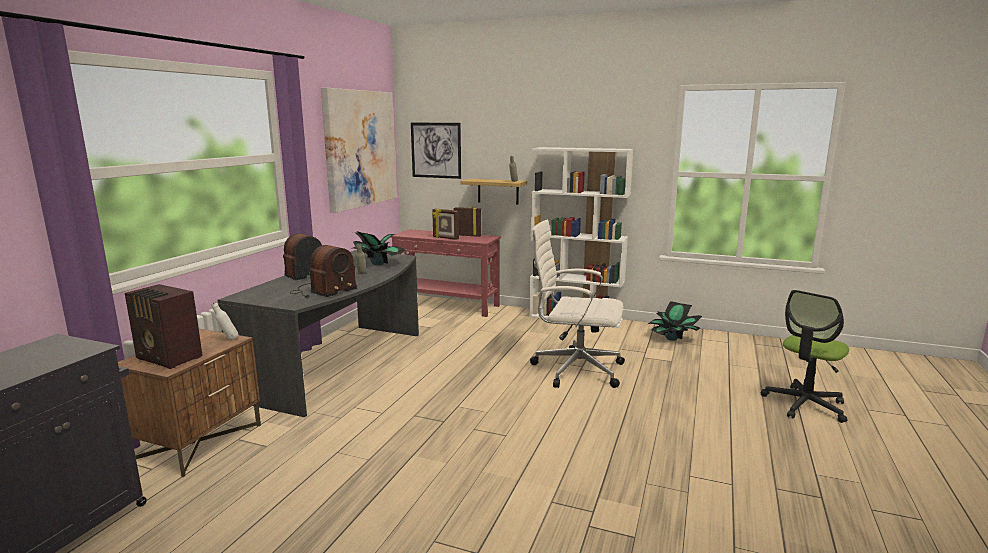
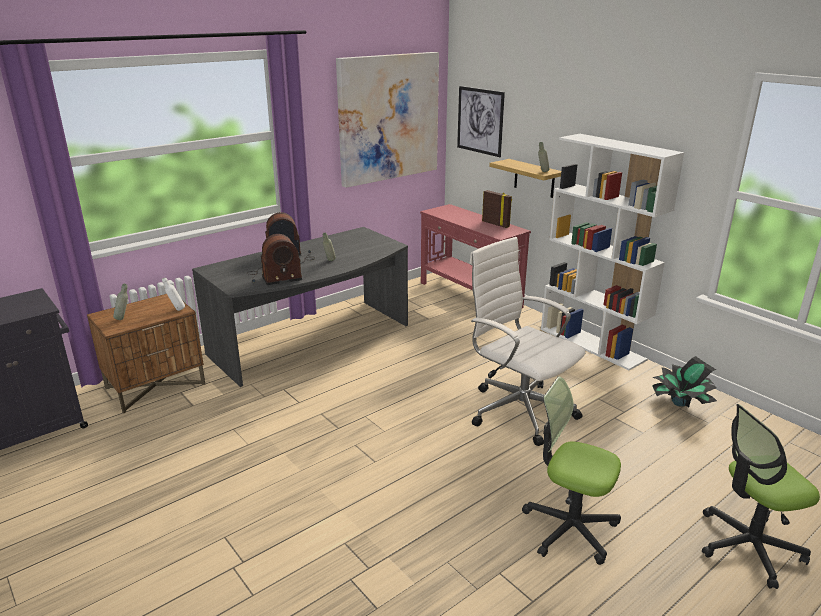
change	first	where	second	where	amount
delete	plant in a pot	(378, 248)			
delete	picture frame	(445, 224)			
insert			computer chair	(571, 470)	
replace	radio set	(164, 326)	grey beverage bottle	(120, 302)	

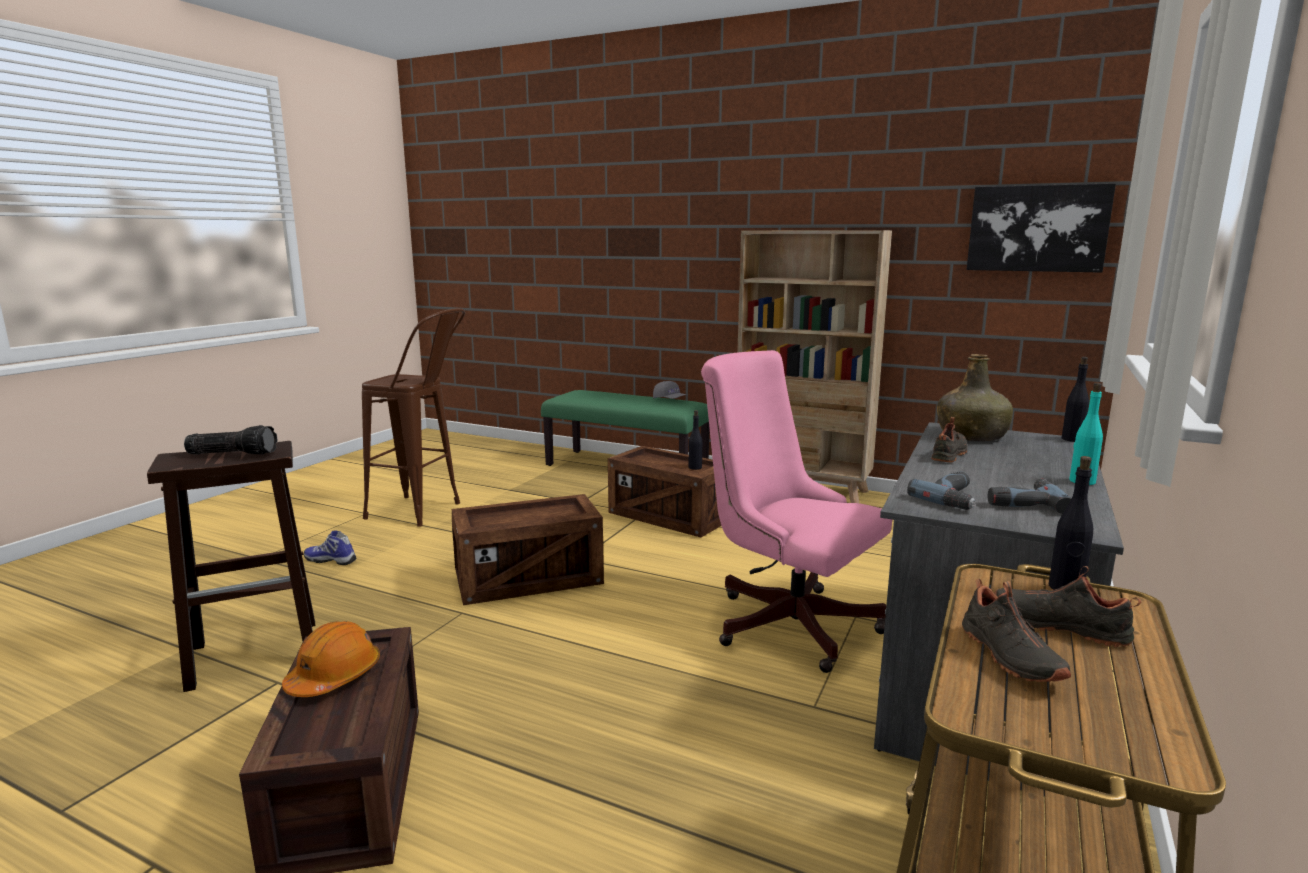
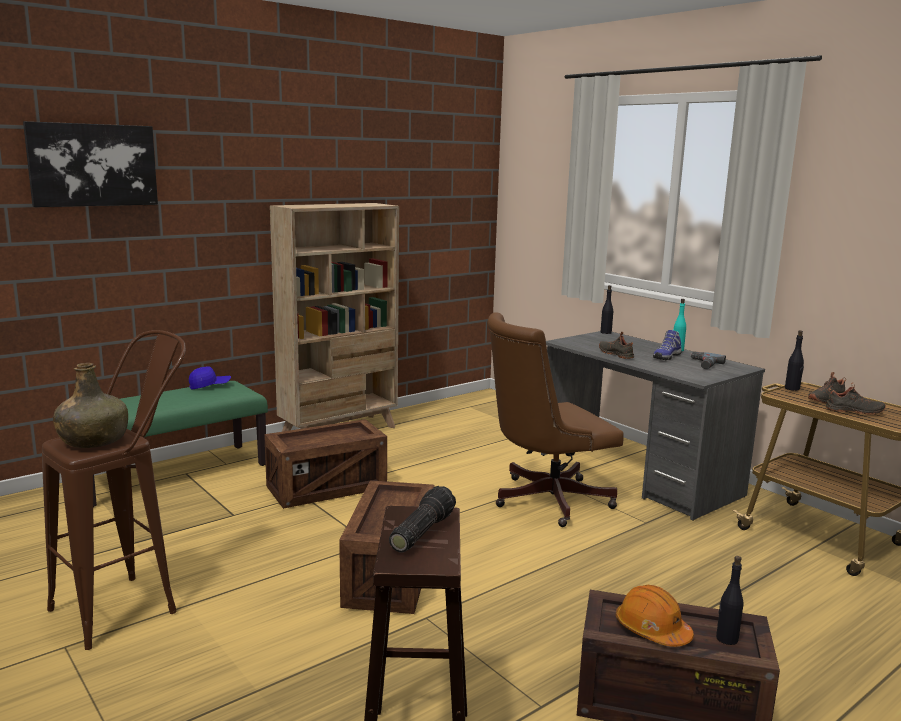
change	first	where	second	where	amount
delete	electric drill	(941, 490)			
move	low shoe	(330, 547)		(667, 345)	
move	black beverage bottle	(695, 440)		(729, 600)	
move	greenish beverage bottle	(975, 397)		(90, 405)	
move	wall art	(1041, 228)		(90, 164)	
recolor	grey peaked cap	(670, 390)	bluish peaked cap	(210, 377)	
recolor	pink-coloured computer chair	(796, 511)	brown computer chair	(555, 419)	

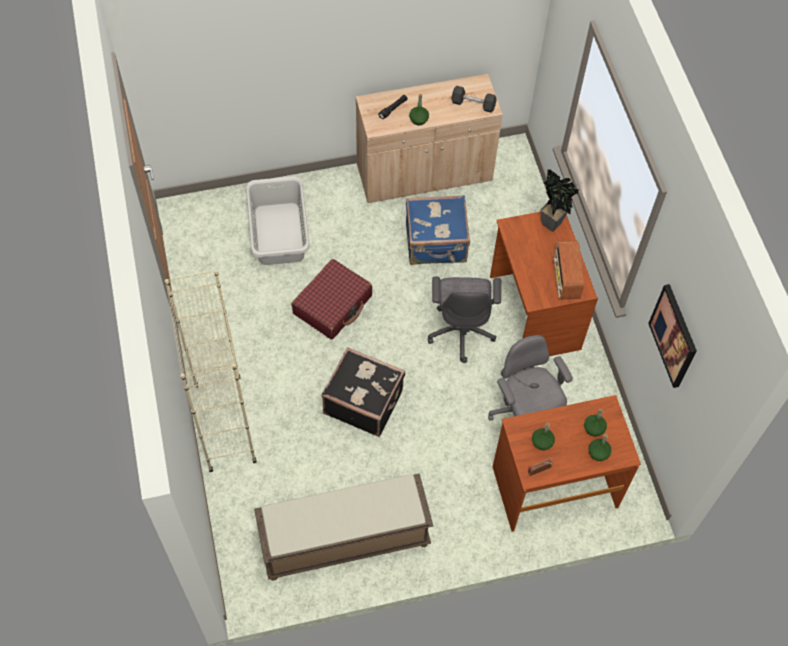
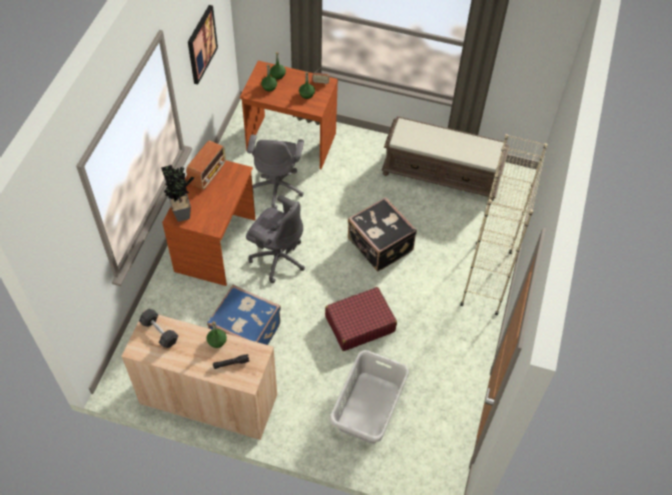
change	first	where	second	where	amount
rotate	grey computer chair	(464, 319)		(275, 239)	90 degrees clockwise

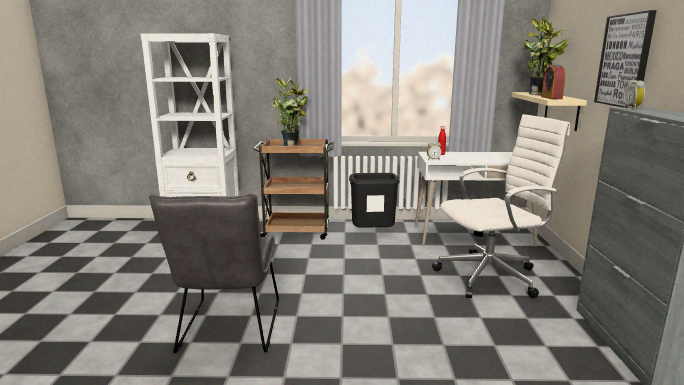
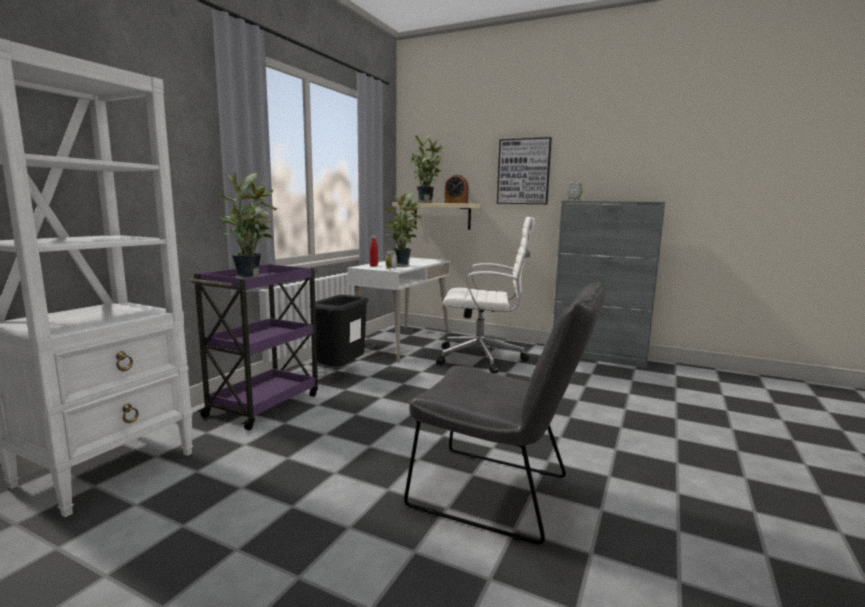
change	first	where	second	where	amount
insert			plant in a pot	(402, 230)	
recolor	brown wheeled cart	(293, 189)	purple wheeled cart	(253, 347)	
rotate	whitish computer chair	(501, 206)		(485, 295)	90 degrees clockwise

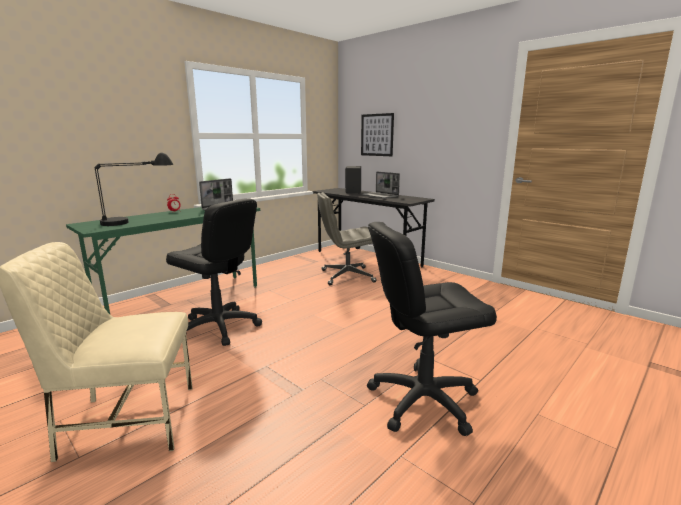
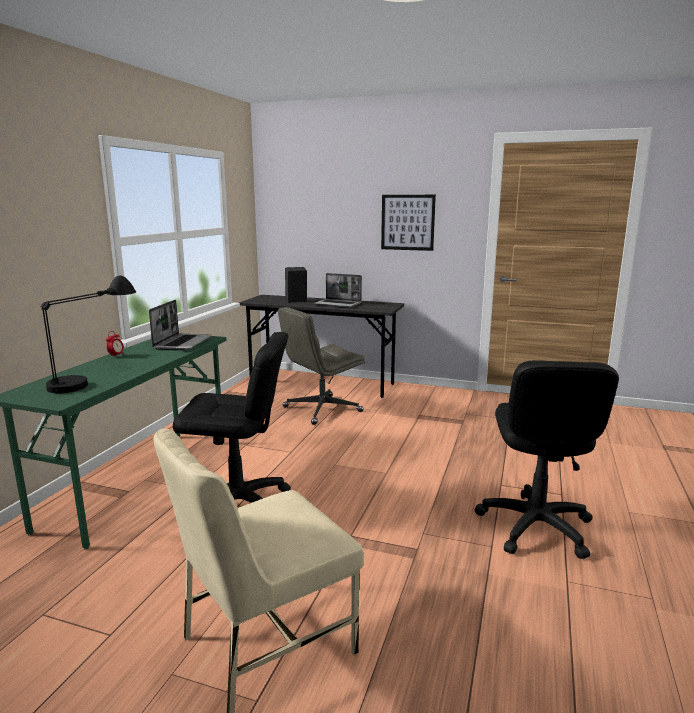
change	first	where	second	where	amount
move	wall art	(377, 134)		(408, 223)	
rotate	black computer chair	(432, 329)		(547, 459)	45 degrees counterclockwise

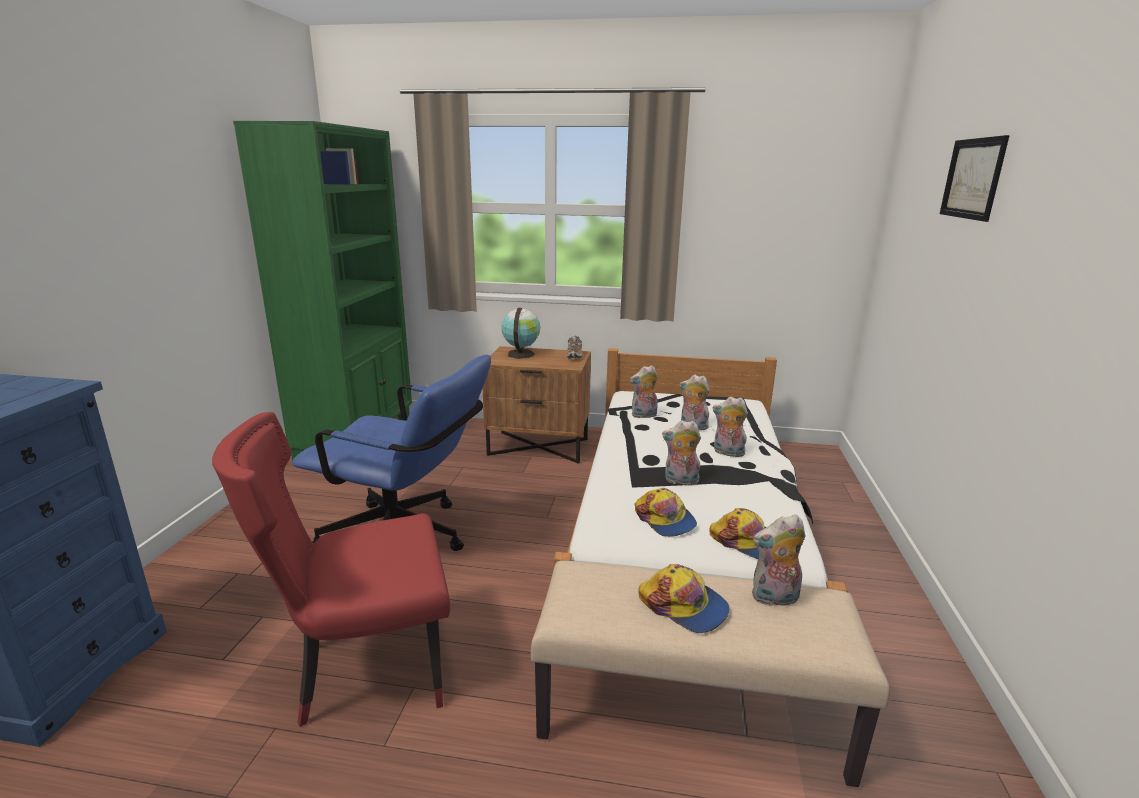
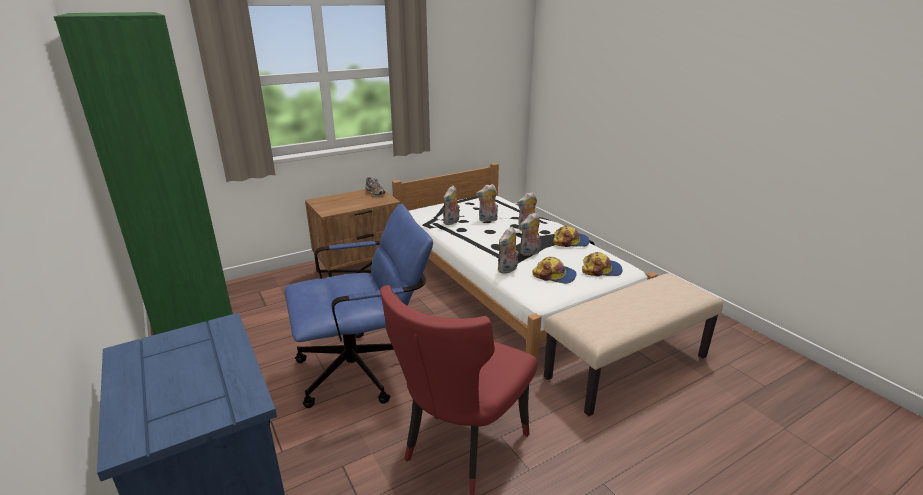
change	first	where	second	where	amount
delete	globe	(520, 333)			
delete	wall art	(975, 178)			
move	peaked cap	(684, 598)		(571, 236)	
move	soft toy	(778, 560)		(508, 250)	

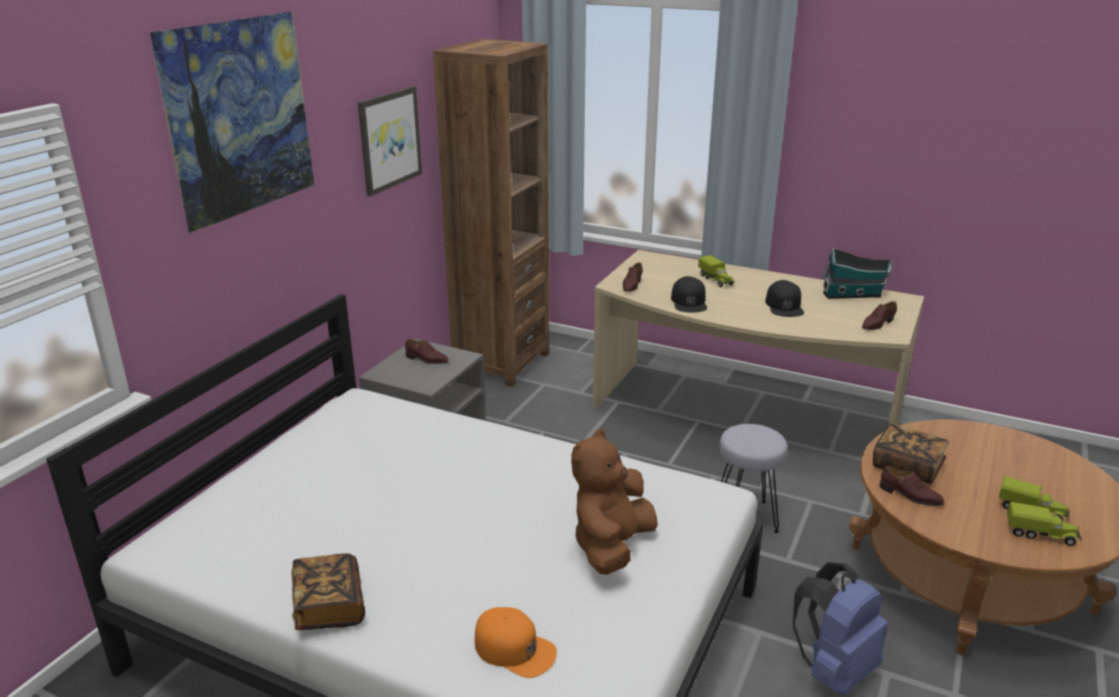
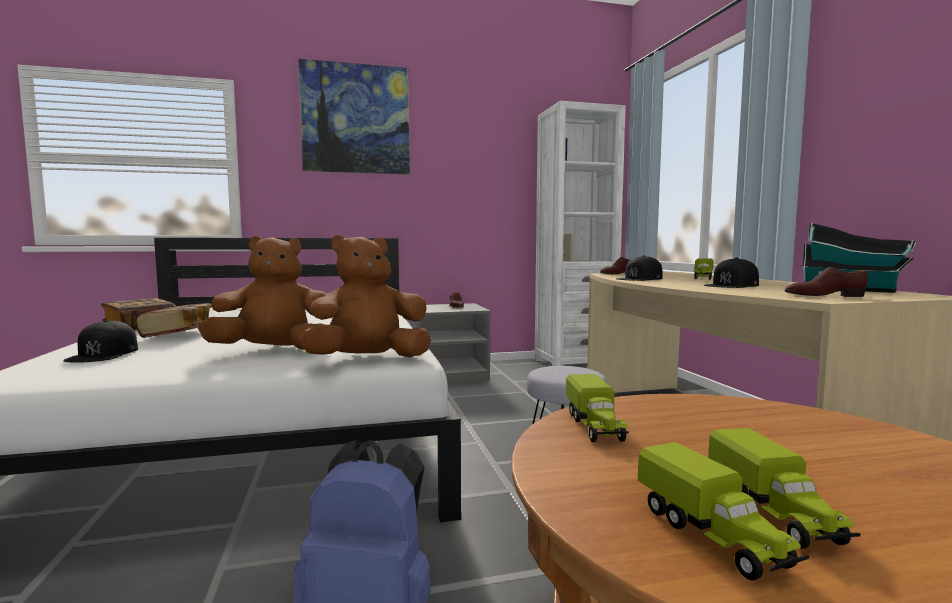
change	first	where	second	where	amount
delete	wall art	(390, 141)			
insert			brown soft toy	(365, 296)	
move	volume	(911, 453)		(174, 320)	
replace	brown low shoe	(912, 486)	model truck	(597, 408)	
recolor	brown bookcase	(491, 213)	whitish bookcase	(580, 233)	
recolor	orange peaked cap	(516, 642)	black peaked cap	(100, 341)	

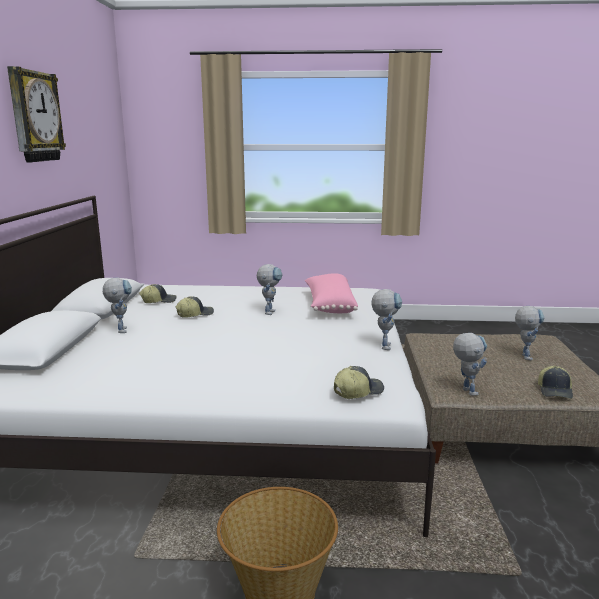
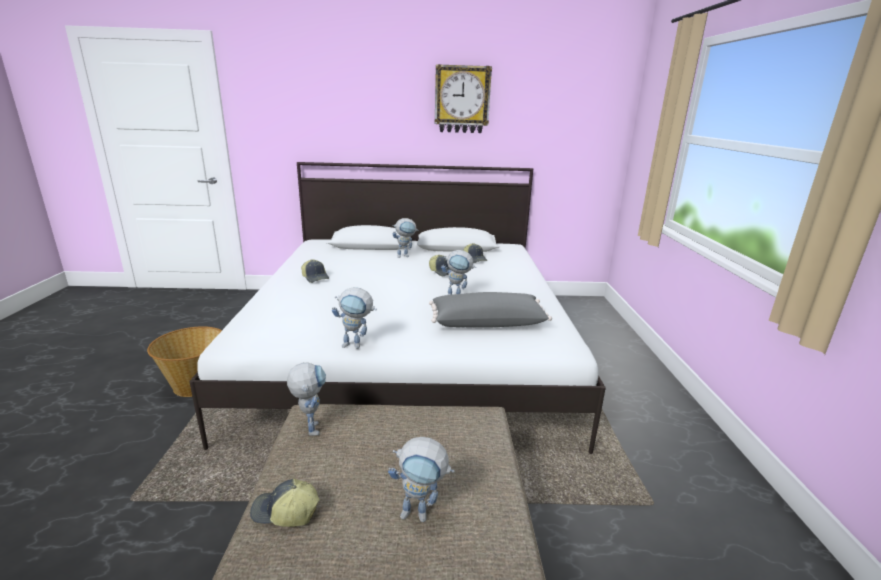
change	first	where	second	where	amount
move	peaked cap	(359, 382)		(315, 271)	
recolor	pink-coloured pillow	(331, 293)	grey pillow	(490, 309)	
rotate	toy robot	(470, 364)		(306, 399)	90 degrees counterclockwise

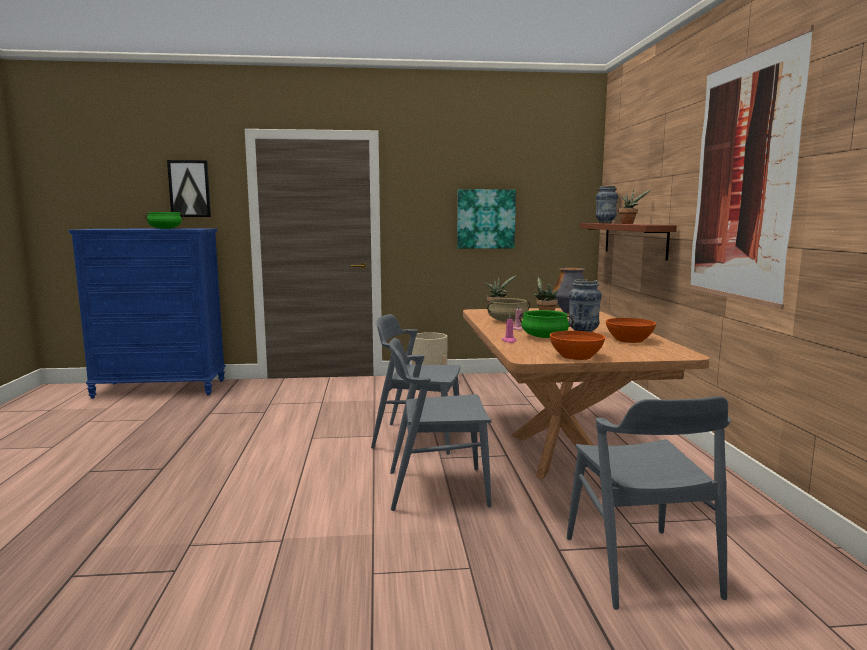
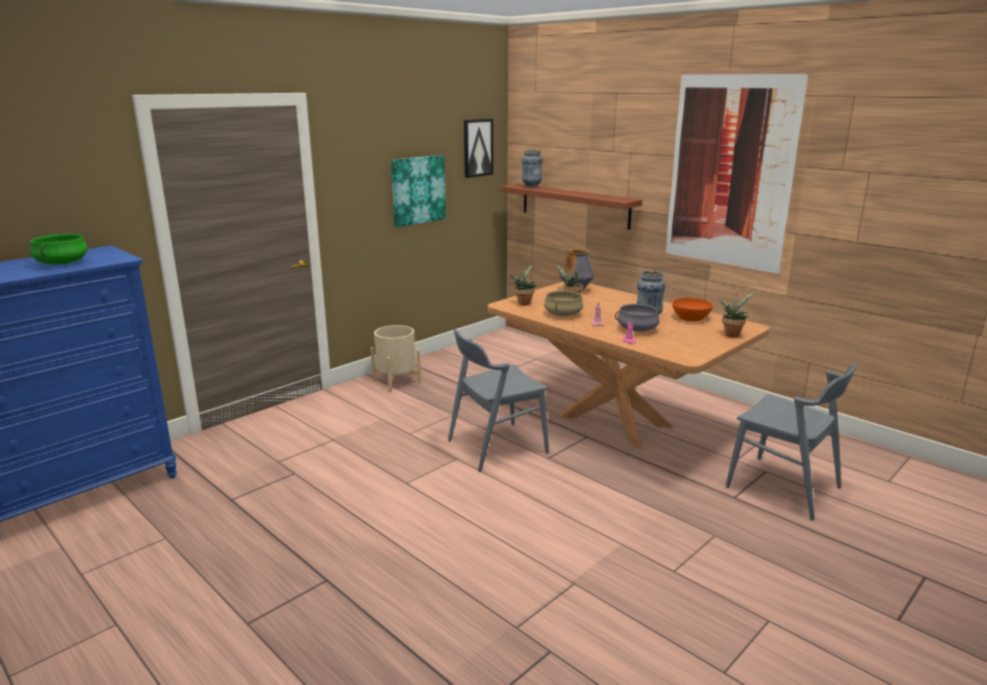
change	first	where	second	where	amount
delete	grey plain chair	(440, 424)			
delete	orange deep dish	(577, 345)			
move	wall art	(189, 188)		(478, 148)	
move	plant in a pot	(635, 206)		(737, 315)	
recolor	greenish cooking pot	(546, 324)	grey cooking pot	(637, 318)	

